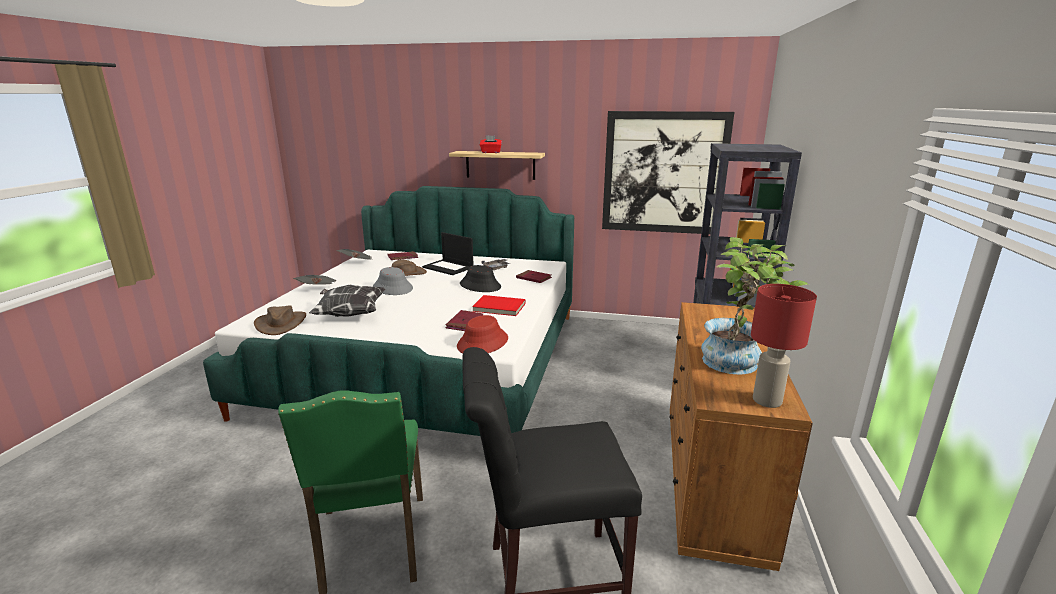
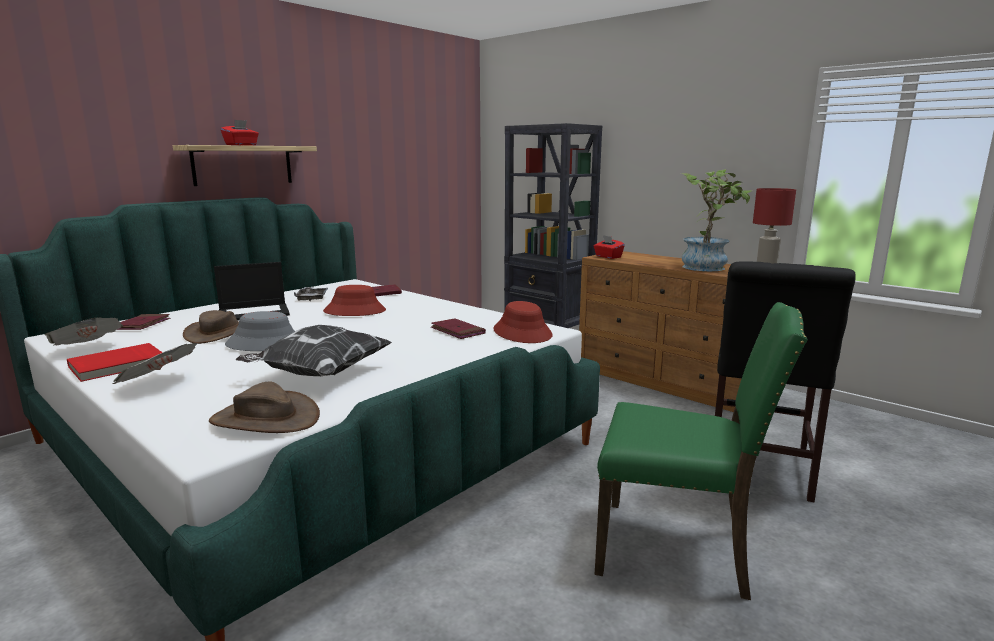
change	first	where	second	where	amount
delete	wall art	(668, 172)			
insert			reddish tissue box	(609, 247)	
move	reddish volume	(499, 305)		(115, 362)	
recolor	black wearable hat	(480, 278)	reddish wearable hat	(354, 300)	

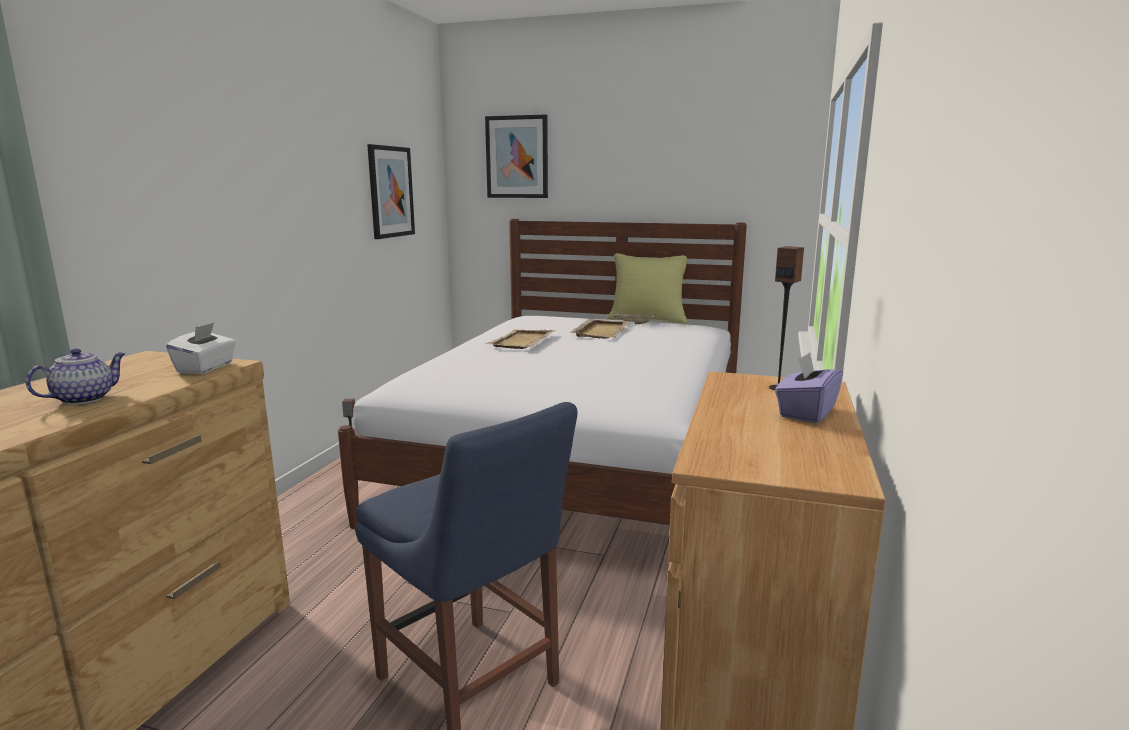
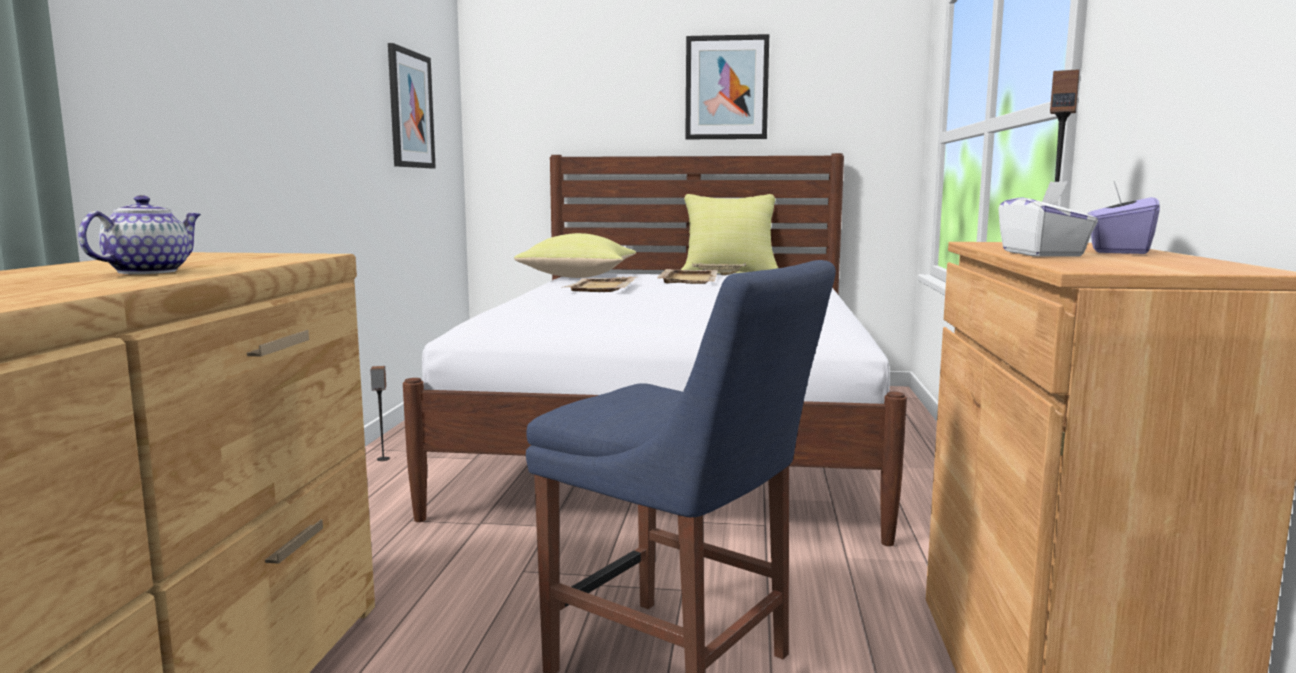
change	first	where	second	where	amount
insert			yellowish pillow	(575, 255)	
move	whitish tissue box	(201, 348)		(1048, 218)	
move	wall art	(516, 156)		(727, 86)	

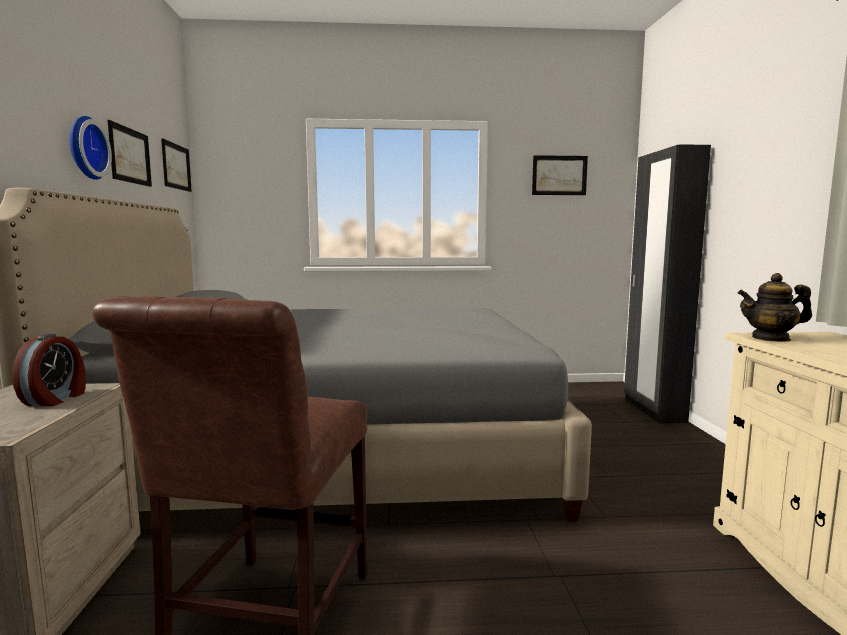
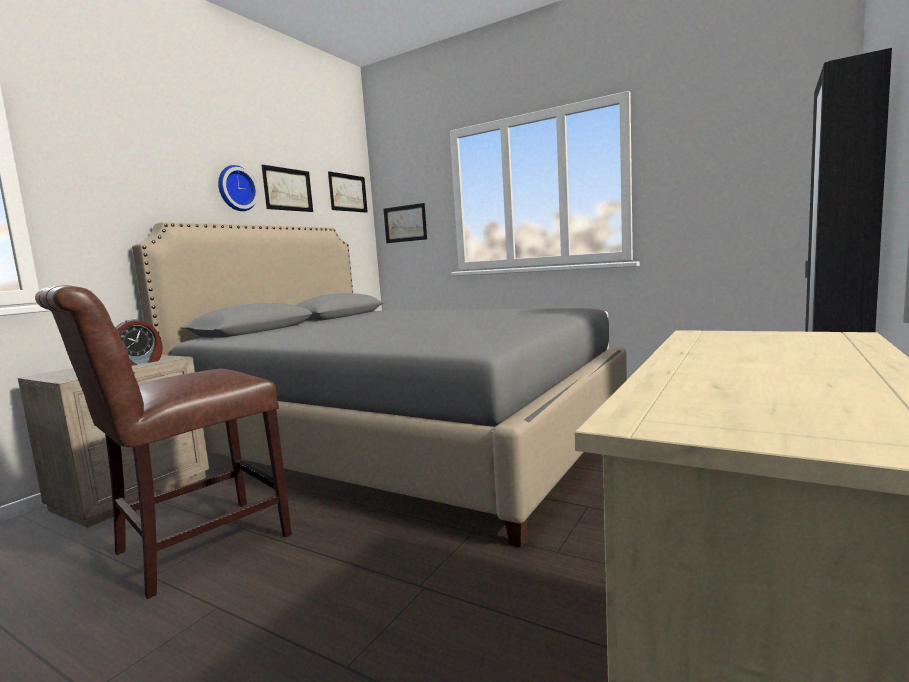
change	first	where	second	where	amount
delete	teapot	(775, 307)			
move	wall art	(560, 175)		(405, 223)	

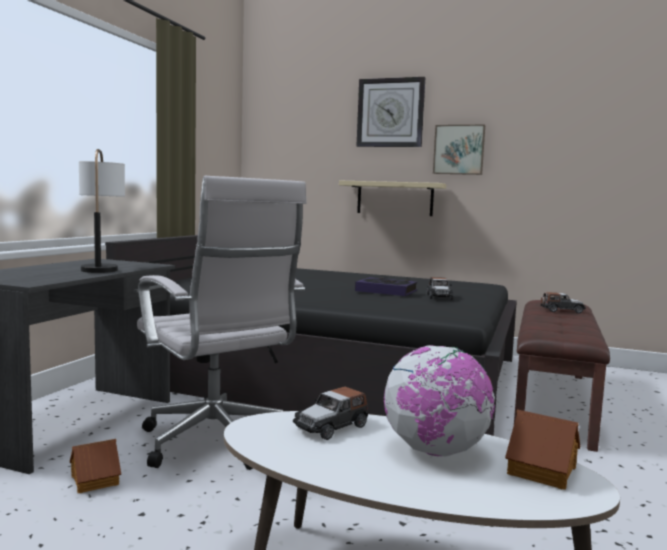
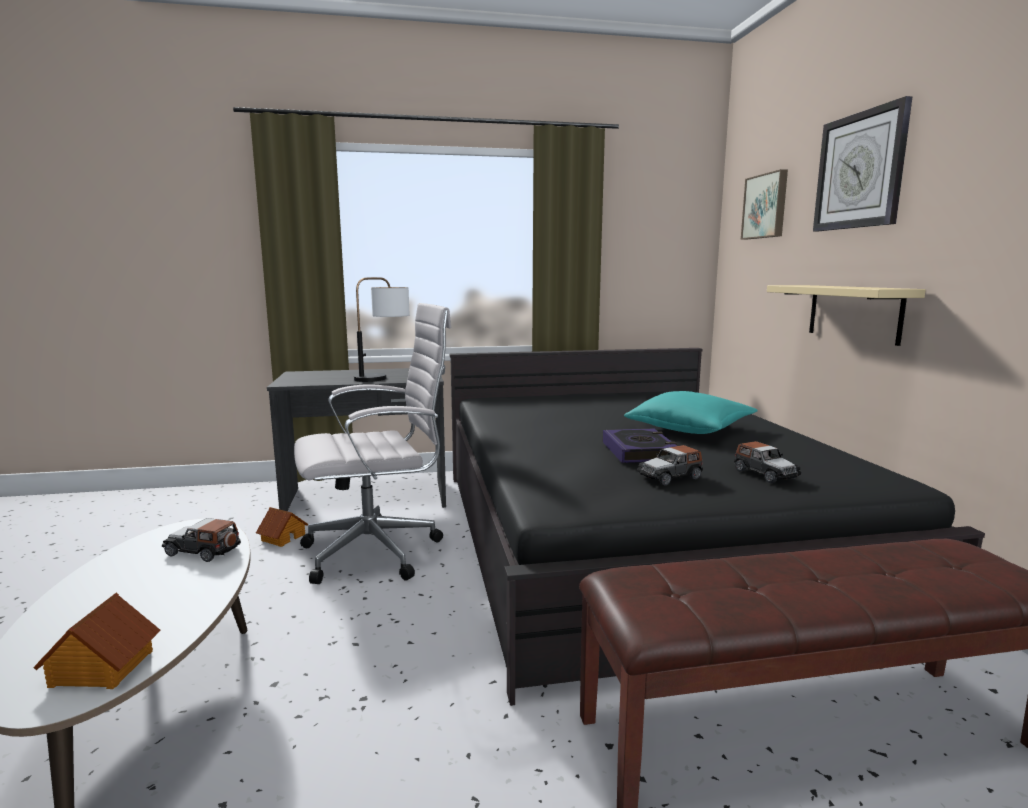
change	first	where	second	where	amount
delete	globe	(439, 401)			
insert			turquoise-coloured pillow	(691, 412)	
move	wall art	(459, 150)		(764, 204)	
move	miniature car	(563, 303)		(768, 462)	
rotate	whitish computer chair	(222, 323)		(372, 443)	135 degrees counterclockwise

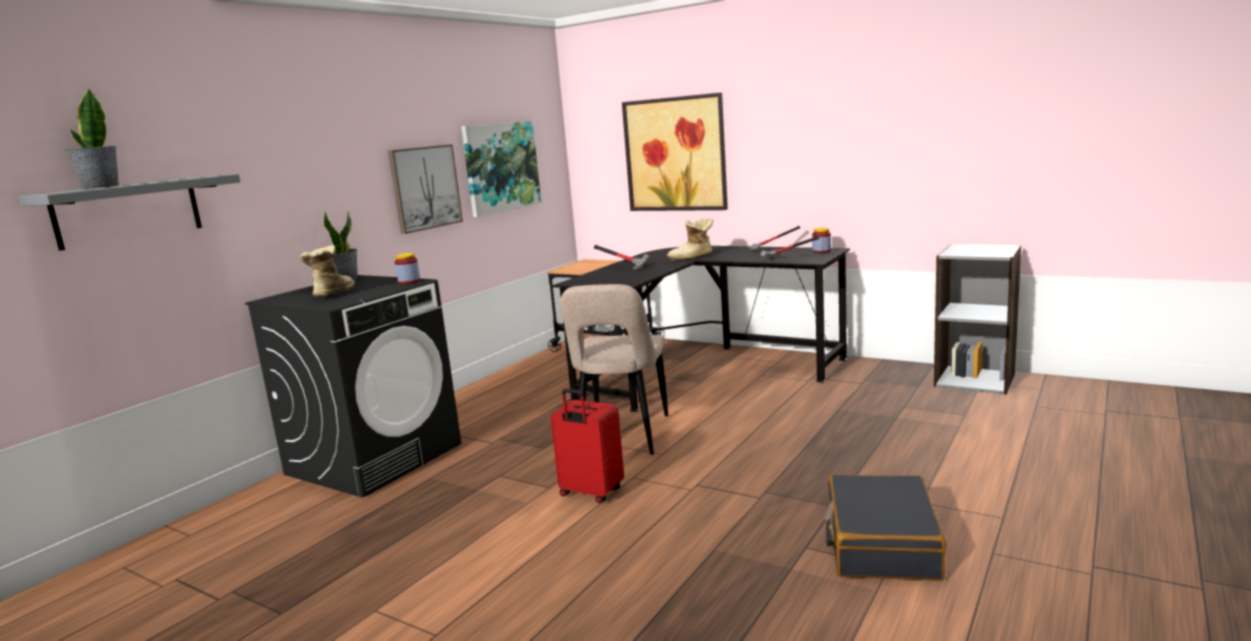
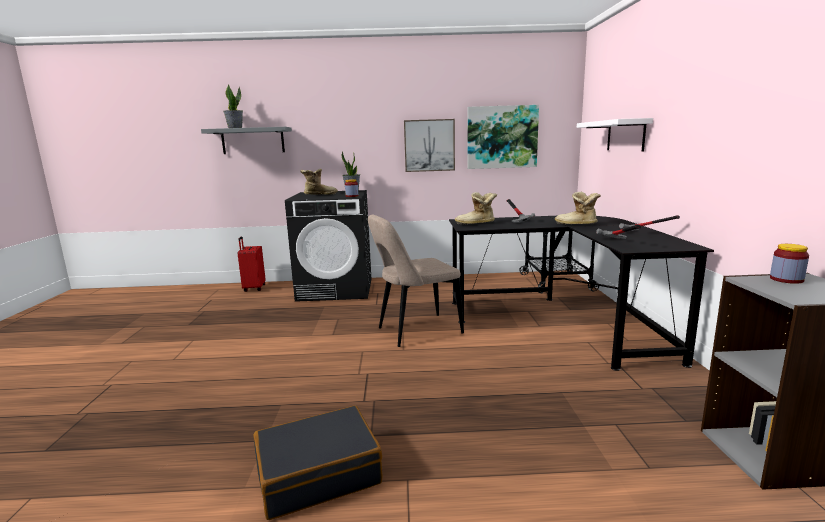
change	first	where	second	where	amount
insert			boot	(476, 208)	
move	reddish suitcase	(587, 446)		(251, 264)	
move	preserve jar	(821, 240)		(789, 264)	
replace	wall art	(675, 152)	whitish wall shelf	(615, 134)	

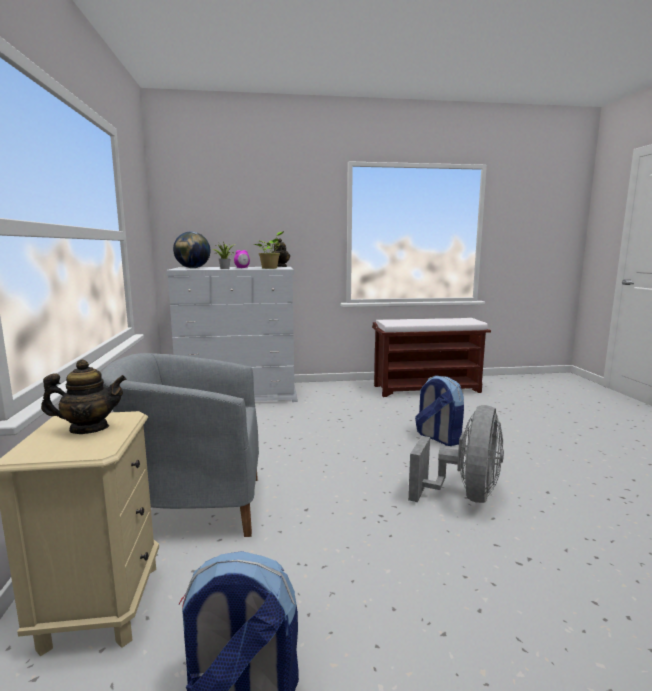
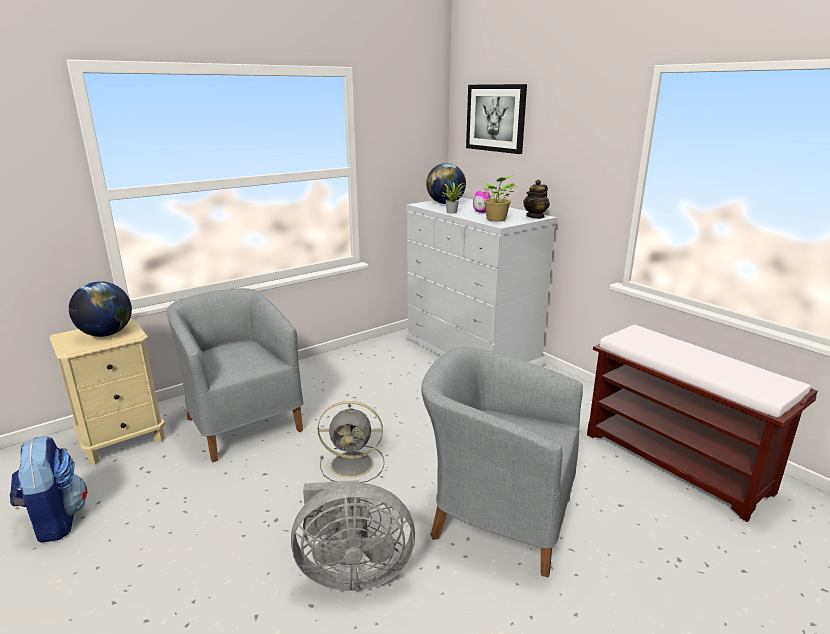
change	first	where	second	where	amount
insert			grey fan	(351, 442)	
insert			wall art	(496, 119)	
replace	teapot	(83, 396)	globe	(100, 309)	
replace	backpack	(439, 410)	grey easy chair	(502, 462)	

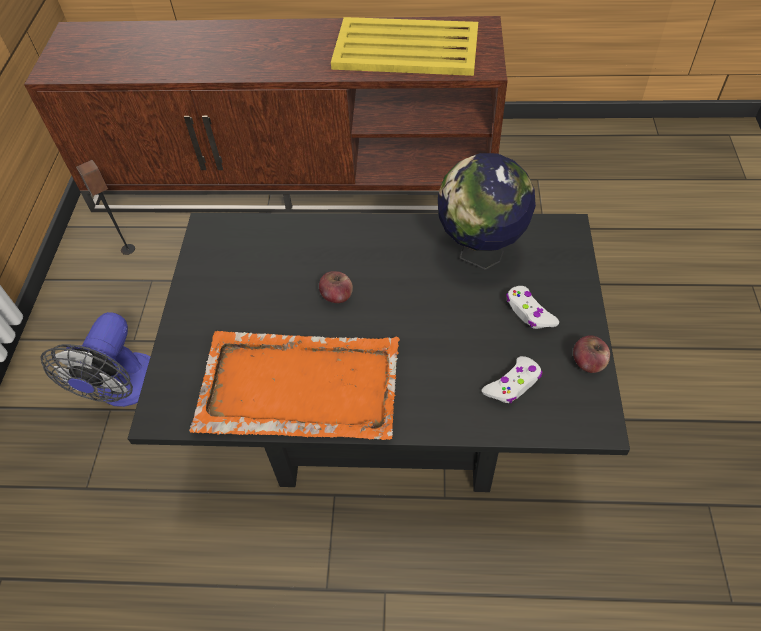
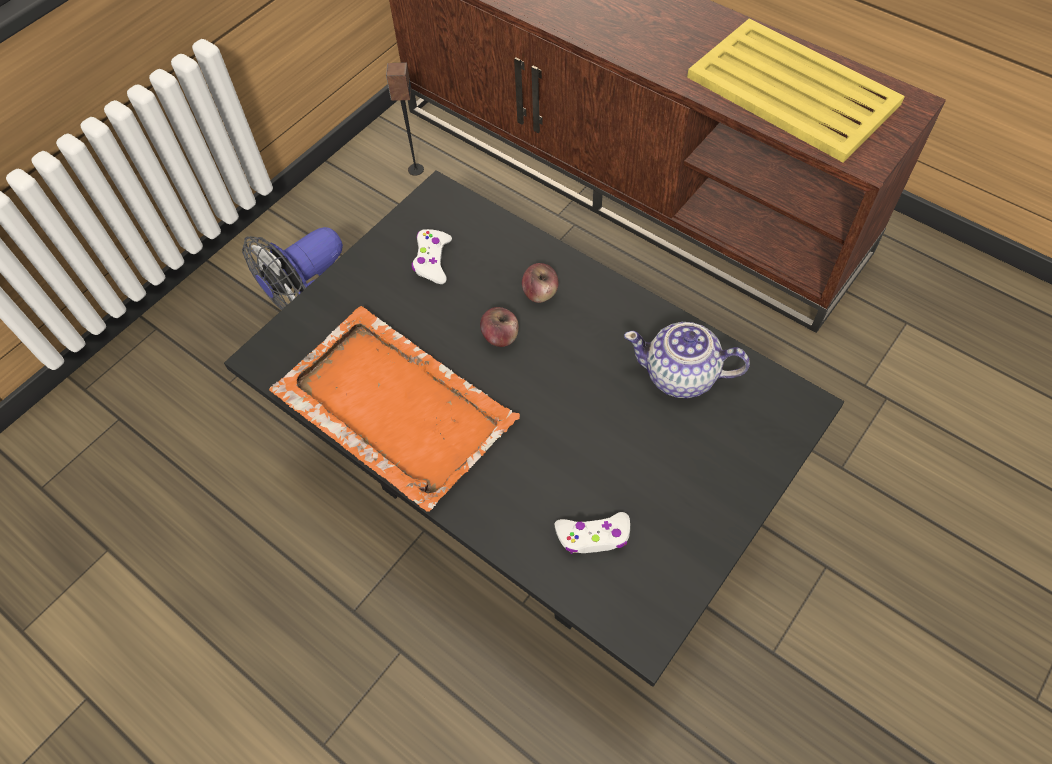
change	first	where	second	where	amount
move	whitish gamepad	(532, 307)		(432, 256)	
move	apple	(591, 354)		(540, 283)	
replace	globe	(487, 211)	teapot	(687, 360)	

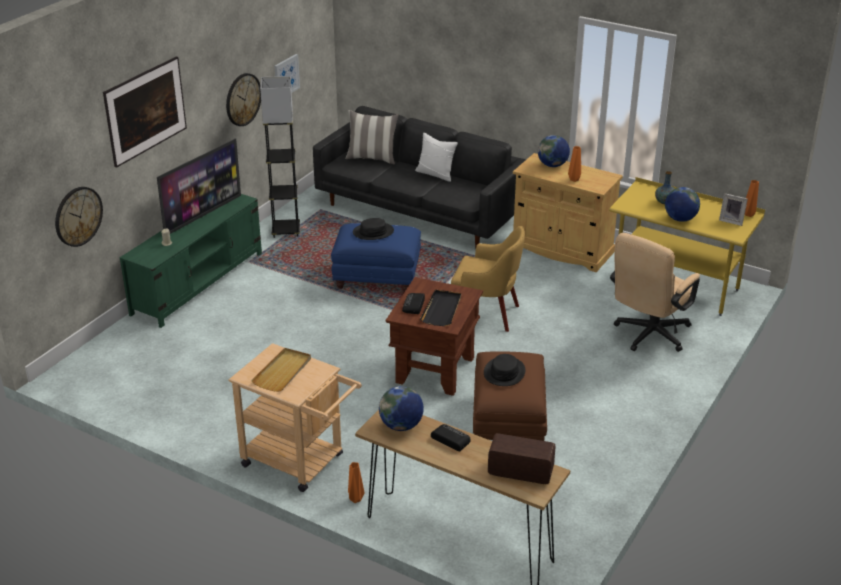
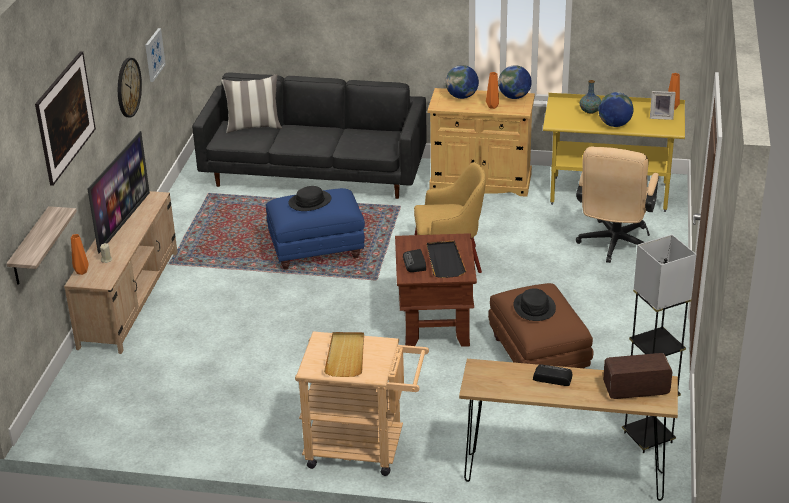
change	first	where	second	where	amount
delete	whitish pillow	(436, 157)			
move	grey floor lamp	(280, 157)		(659, 344)	
move	orange decorative vase	(356, 482)		(80, 254)	
move	globe	(401, 408)		(515, 82)	
replace	hanging clock	(79, 217)	wall shelf	(41, 245)	
recolor	greenish tv stand	(191, 261)	sand-coloured tv stand	(121, 272)	

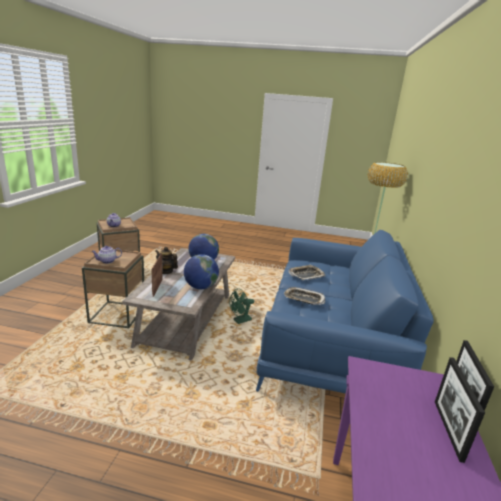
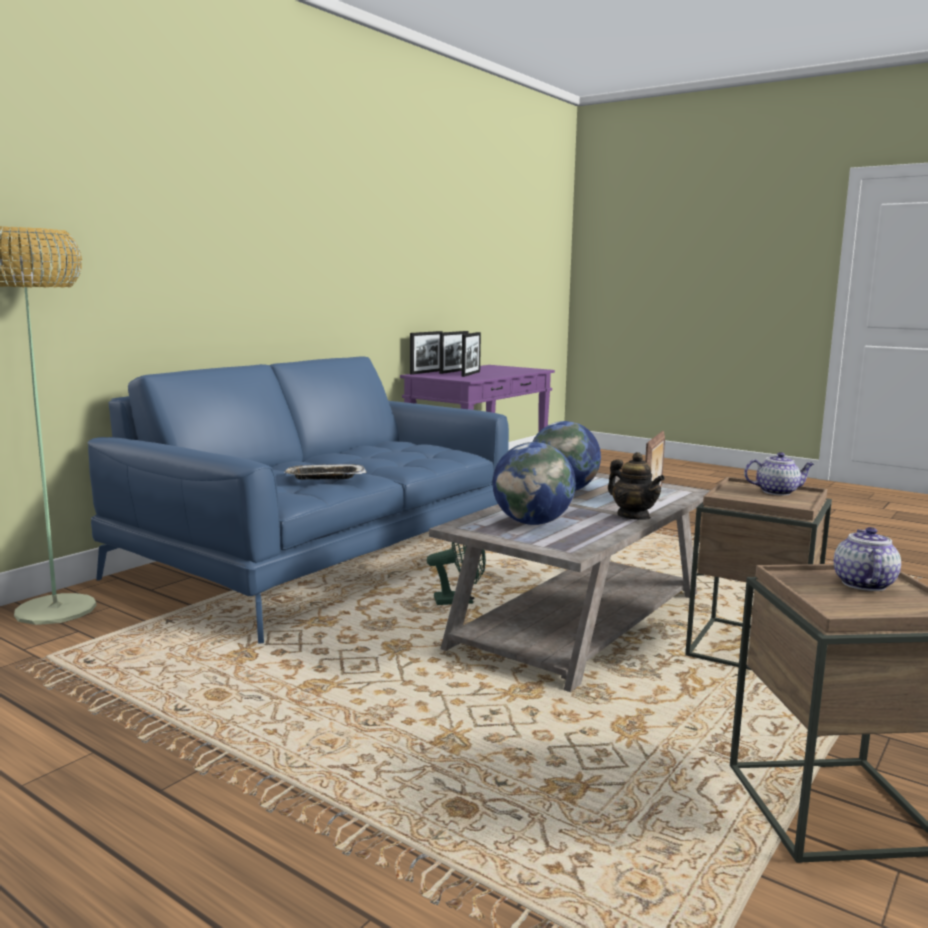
change	first	where	second	where	amount
delete	serving tray	(304, 296)			
insert			picture frame	(471, 354)	

